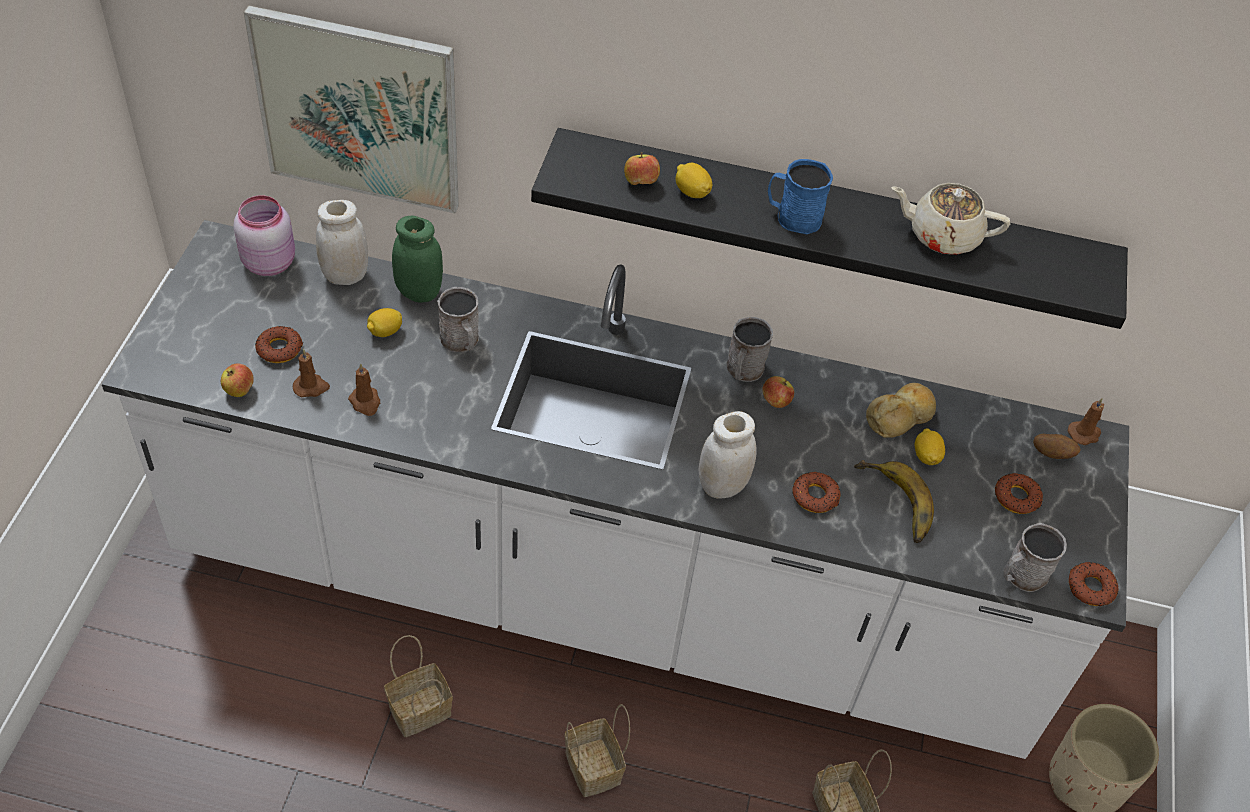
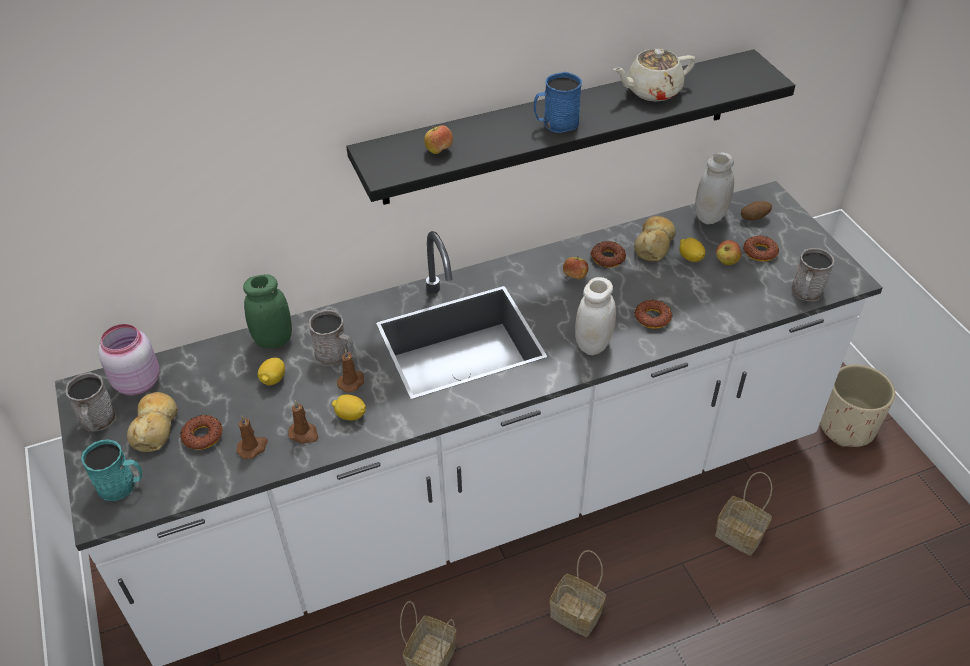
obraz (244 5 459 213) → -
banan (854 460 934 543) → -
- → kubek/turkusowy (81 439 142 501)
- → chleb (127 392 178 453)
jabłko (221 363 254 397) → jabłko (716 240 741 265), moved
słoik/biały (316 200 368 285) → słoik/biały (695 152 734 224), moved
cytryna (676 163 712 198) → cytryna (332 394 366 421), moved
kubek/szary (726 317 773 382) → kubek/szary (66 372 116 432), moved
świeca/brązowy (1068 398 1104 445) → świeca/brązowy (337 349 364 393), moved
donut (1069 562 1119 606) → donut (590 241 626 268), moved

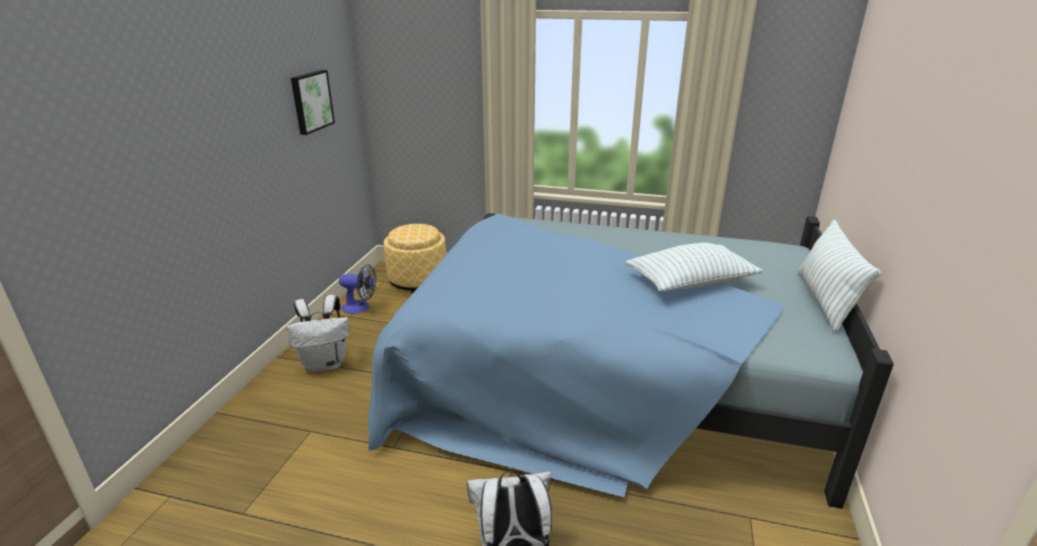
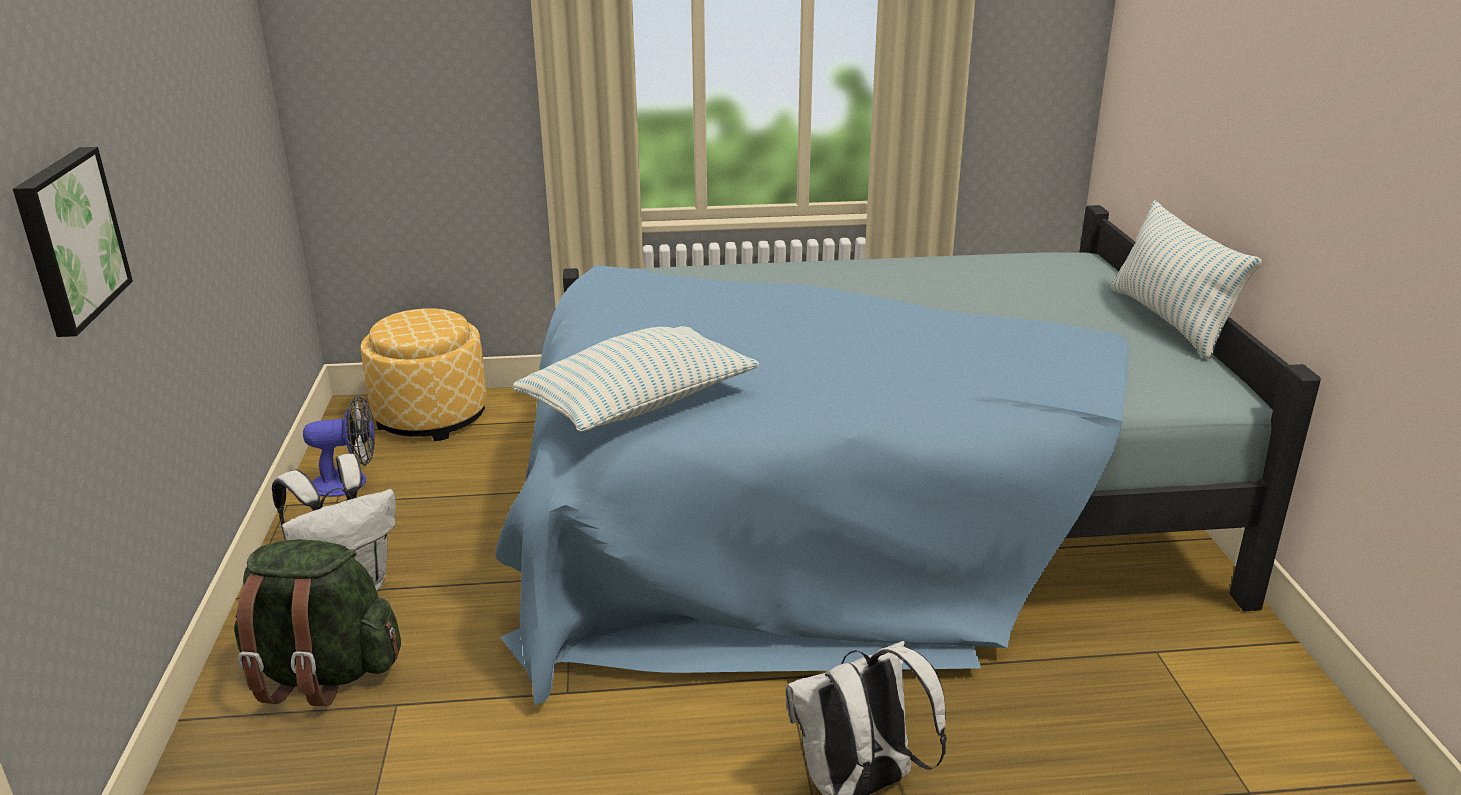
- → plecak/zielony (234 539 401 706)
obraz (291 70 335 135) → obraz (13 147 133 337), moved
poduszka (626 243 763 292) → poduszka (513 326 759 432), moved

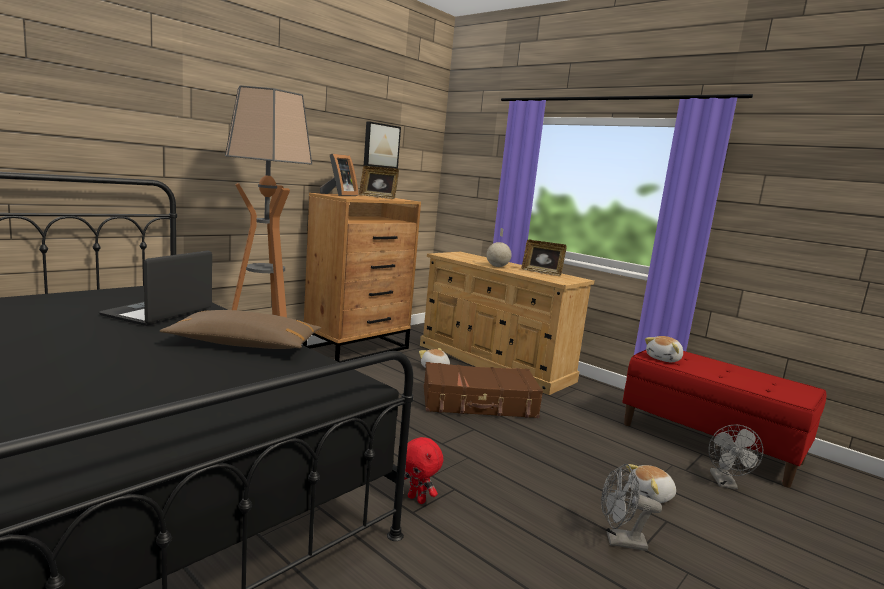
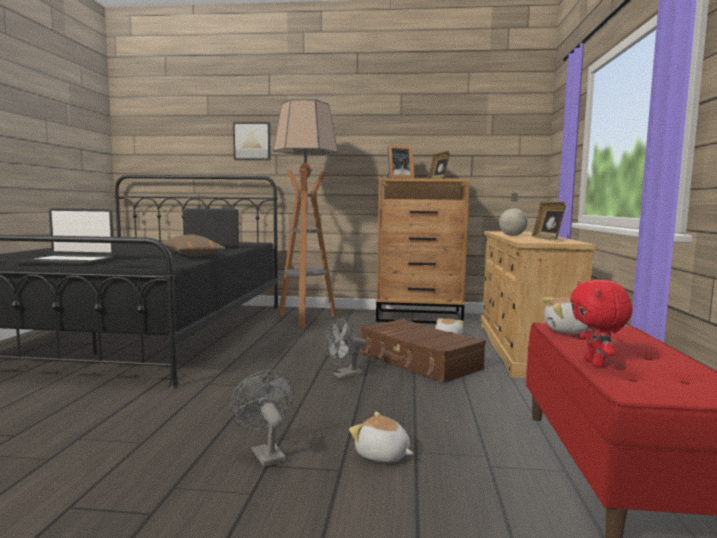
- → laptop (16 208 114 266)
obraz (364 121 401 169) → obraz (233 122 271 160), moved
pluszak/czerwony (404 437 443 504) → pluszak/czerwony (570 280 633 368), moved
wentylator/szary (708 425 763 489) → wentylator/szary (325 318 366 379), moved

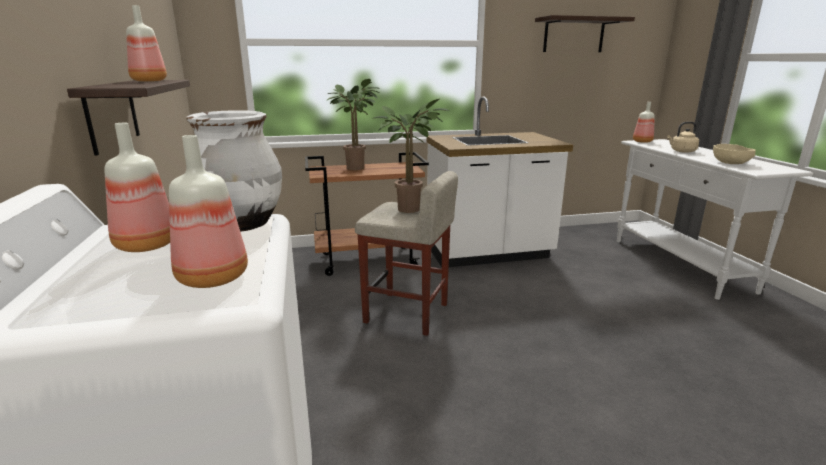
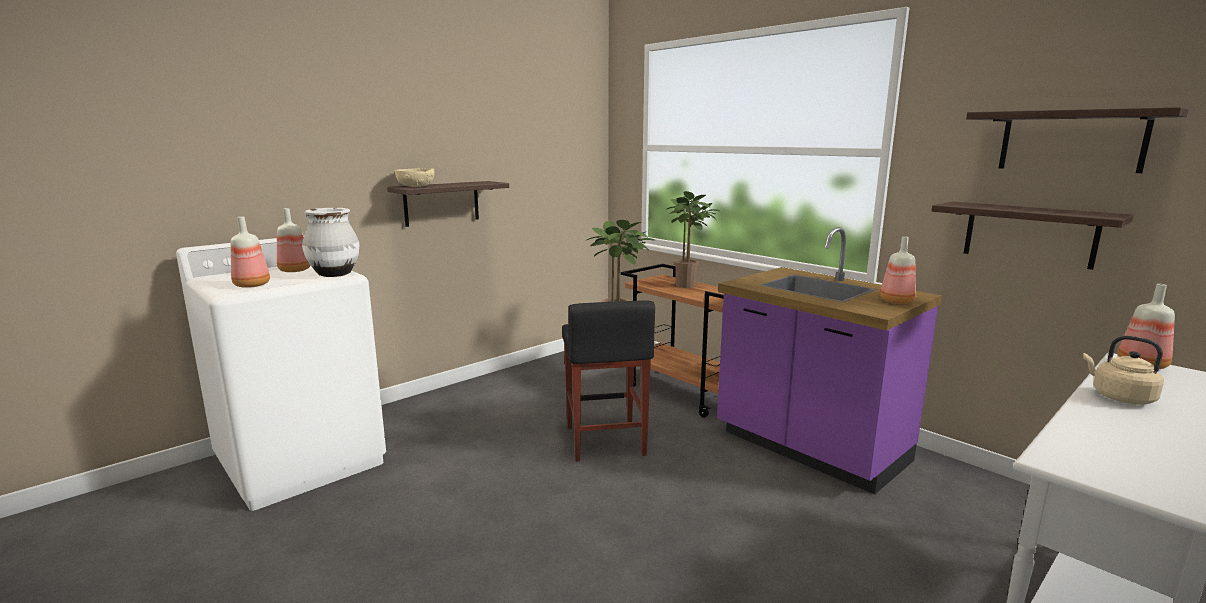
- → półka (932 202 1134 270)
butelka (126 5 167 82) → butelka (880 236 916 304), moved
miska/beżowy (713 144 756 164) → miska/beżowy (395 168 435 187), moved
stołek/beżowy (355 171 458 336) → stołek/czarny (562 301 655 462)
zabudowa kuchenna/biały (426 96 573 267) → zabudowa kuchenna/fioletowy (717 227 942 494)

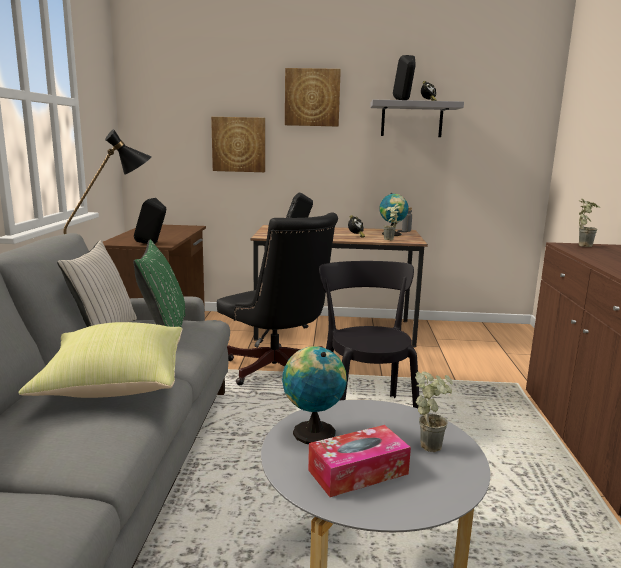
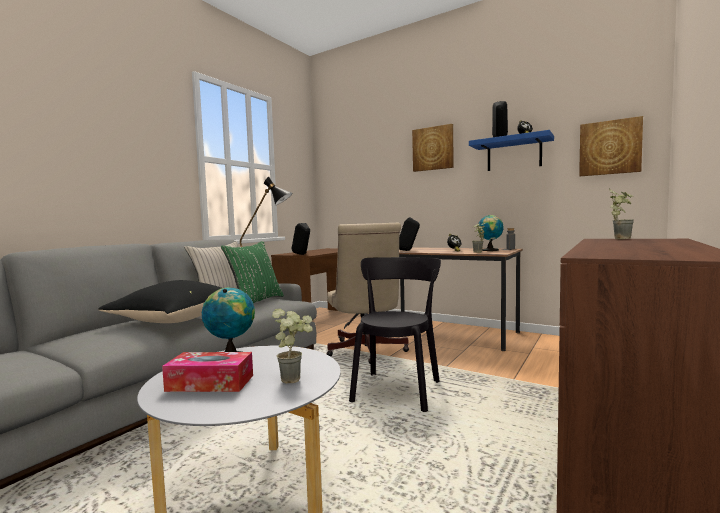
obraz (211 117 265 172) → obraz (579 116 643 176), moved
poduszka/żółty (19 322 183 398) → poduszka/czarny (98 280 222 323)
krzesło biurowe/czarny (217 213 338 385) → krzesło biurowe/beżowy (327 223 409 363)
półka/szary (370 100 464 137) → półka/niebieski (469 130 554 171)

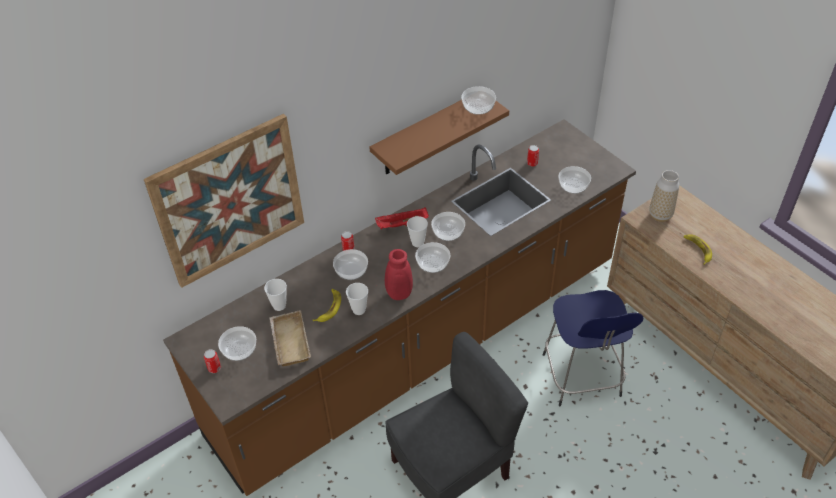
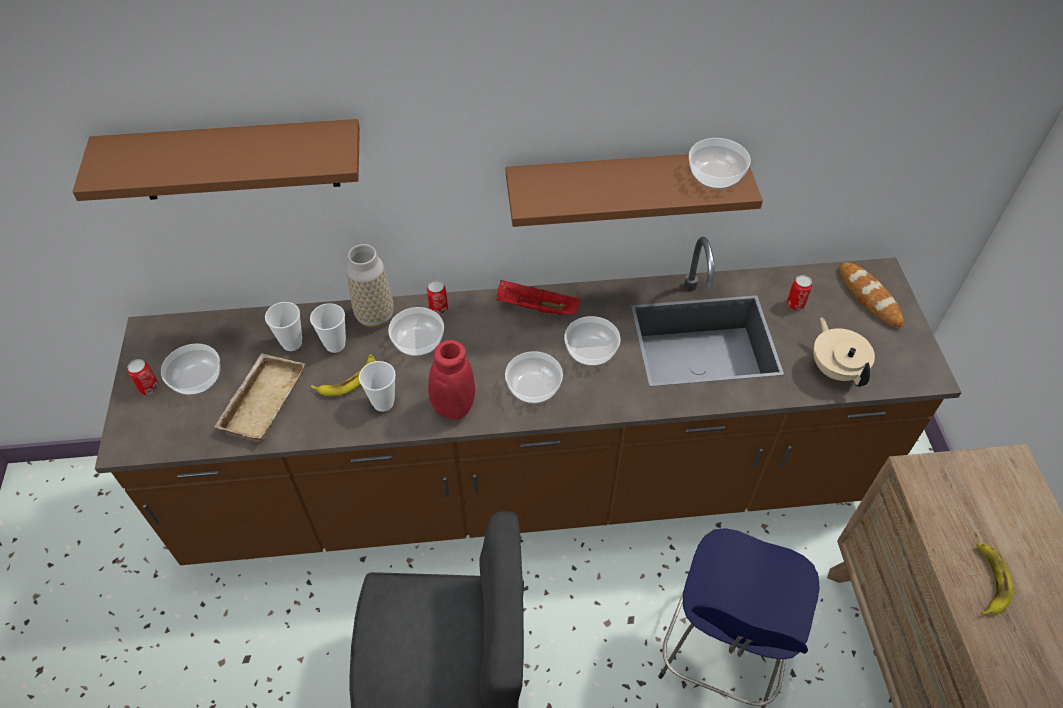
- → chleb (839 262 904 328)
filiżanka (407 216 428 247) → filiżanka (310 303 346 353), moved
wazon (649 170 679 222) → wazon (346 244 394 328), moved
obraz (144 114 304 288) → półka/brązowy (72 119 360 201)
miska (558 166 591 194) → imbryk/beżowy (813 317 875 387)

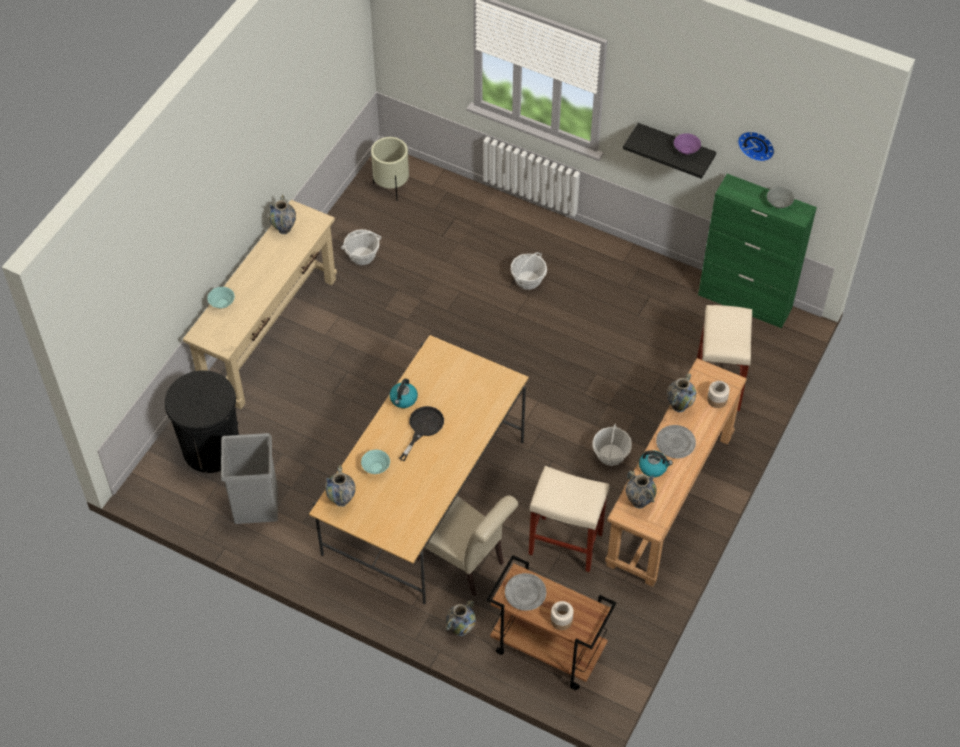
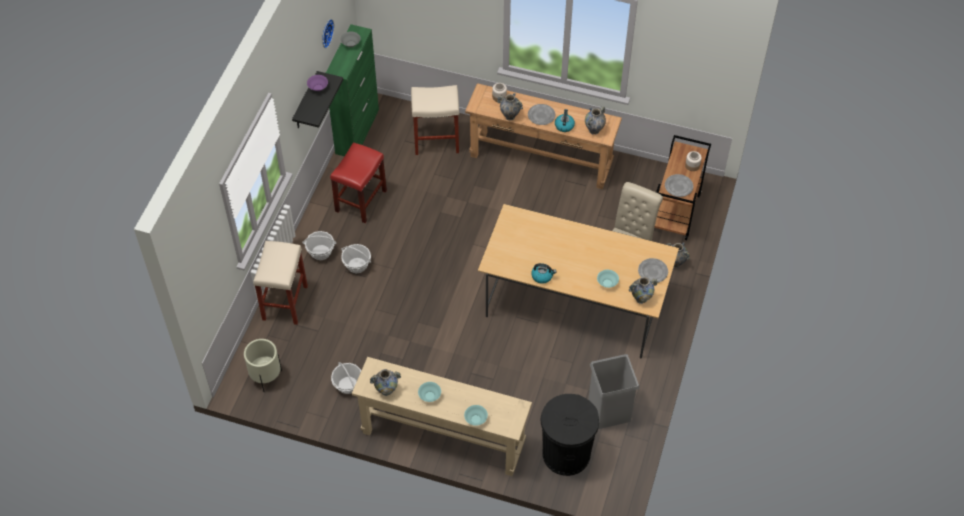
patelnia/czarny (399 406 444 461) → -
- → stołek/czerwony (330 142 387 223)
- → miska/turkusowy (418 382 441 402)
- → talerz/szary (638 258 668 283)
stołek/beżowy (529 466 610 572) → stołek/beżowy (253 241 308 325), moved
koszyk (592 424 632 466) → koszyk (302 231 337 260), moved

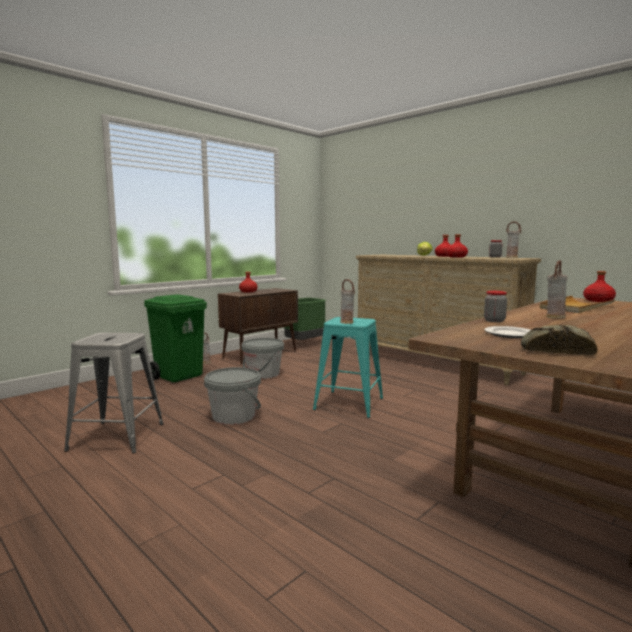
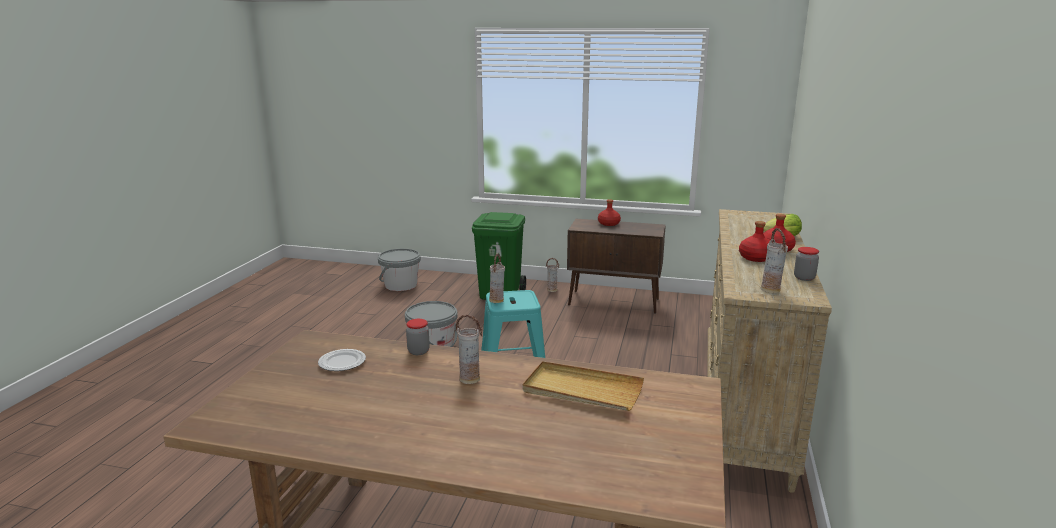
stołek/szary (64 333 164 454) → -
kosz na śmieci/zielony (284 298 325 340) → -
chleb (521 325 597 355) → -
butelka/czerwony (583 271 616 302) → -
wiadro/szary (241 338 284 379) → wiadro/szary (378 249 421 291), moved

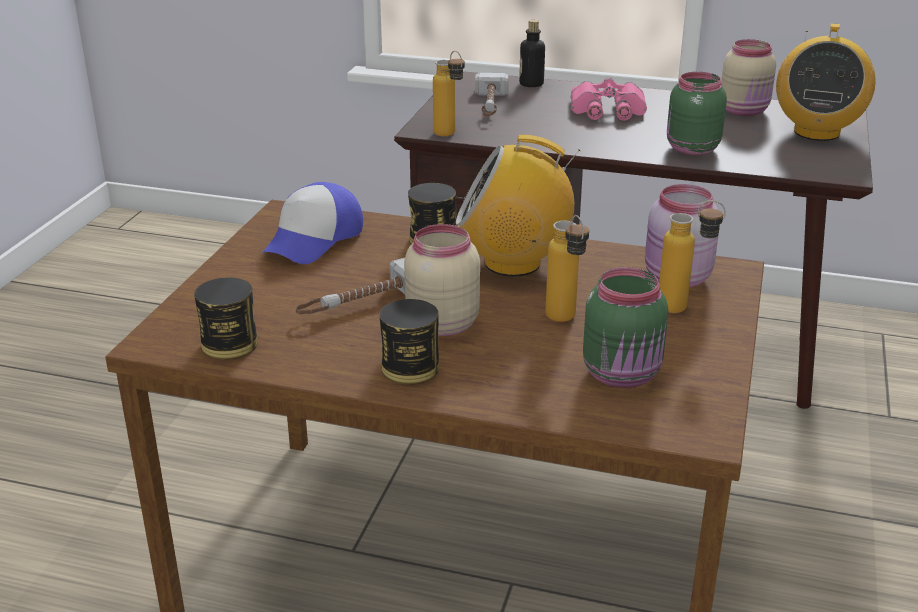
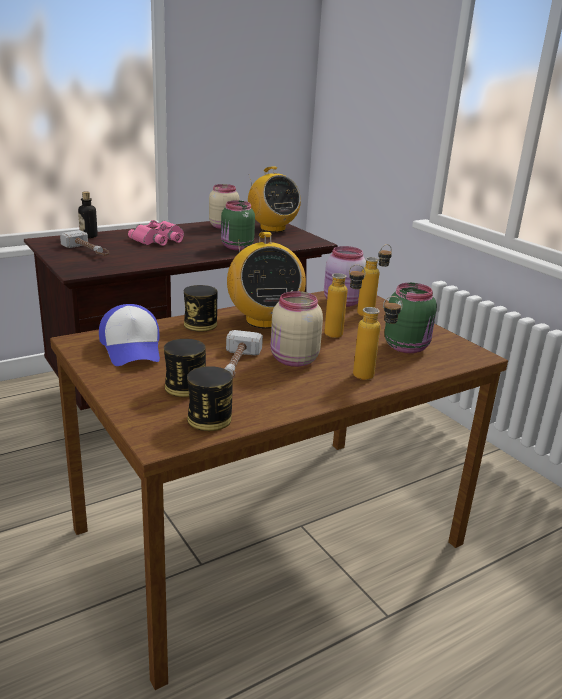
puszka (379 299 439 384) → puszka (164 339 206 397), moved
butelka (433 51 465 136) → butelka (353 296 403 380), moved
radio (456 135 580 276) → radio (227 232 306 329), 60 degrees counterclockwise

